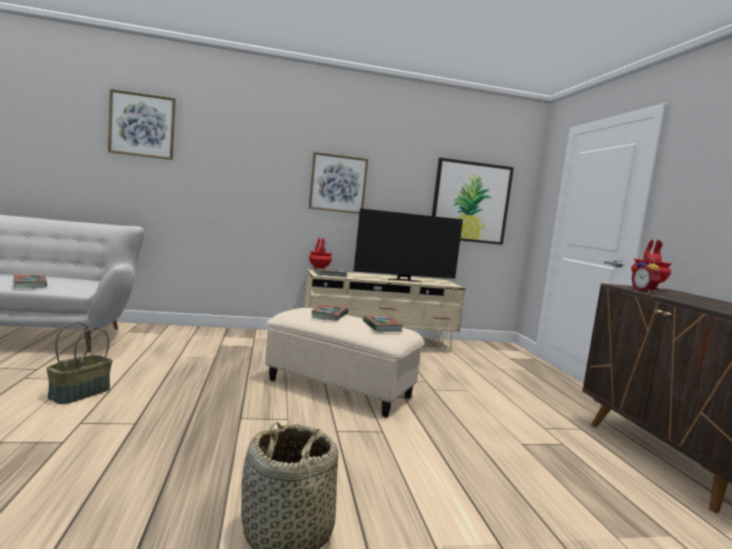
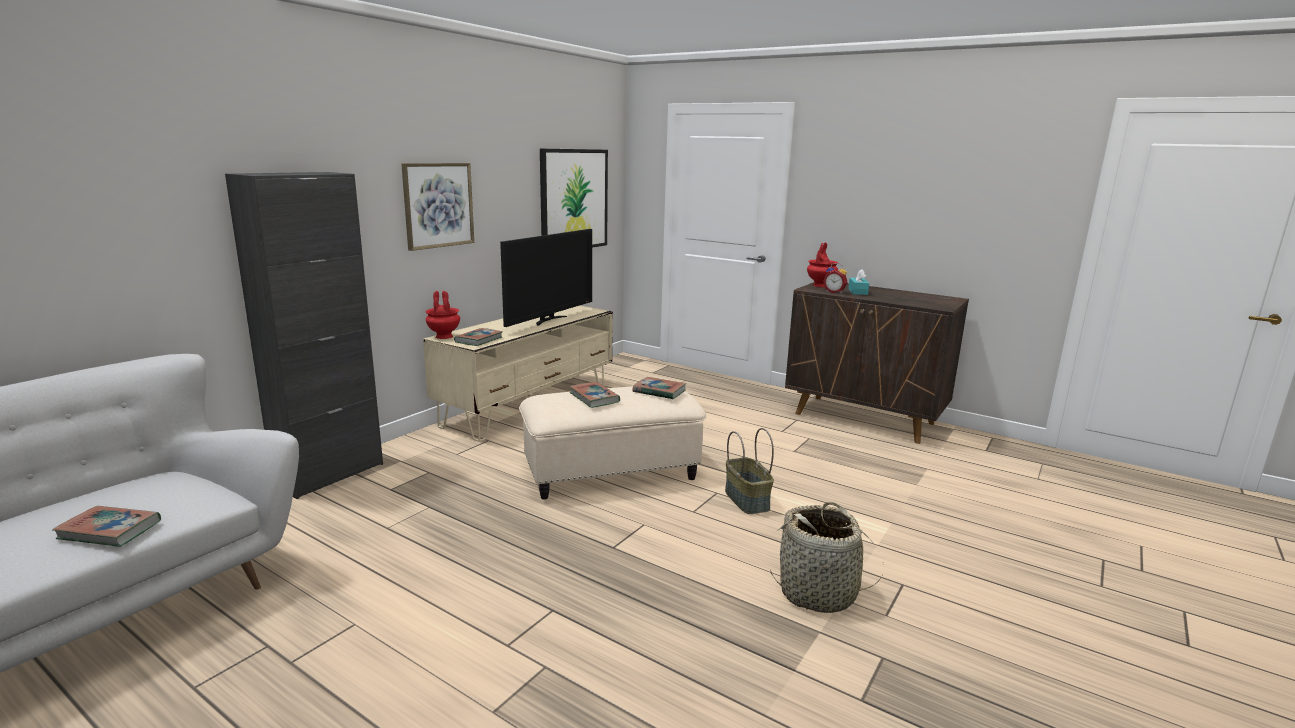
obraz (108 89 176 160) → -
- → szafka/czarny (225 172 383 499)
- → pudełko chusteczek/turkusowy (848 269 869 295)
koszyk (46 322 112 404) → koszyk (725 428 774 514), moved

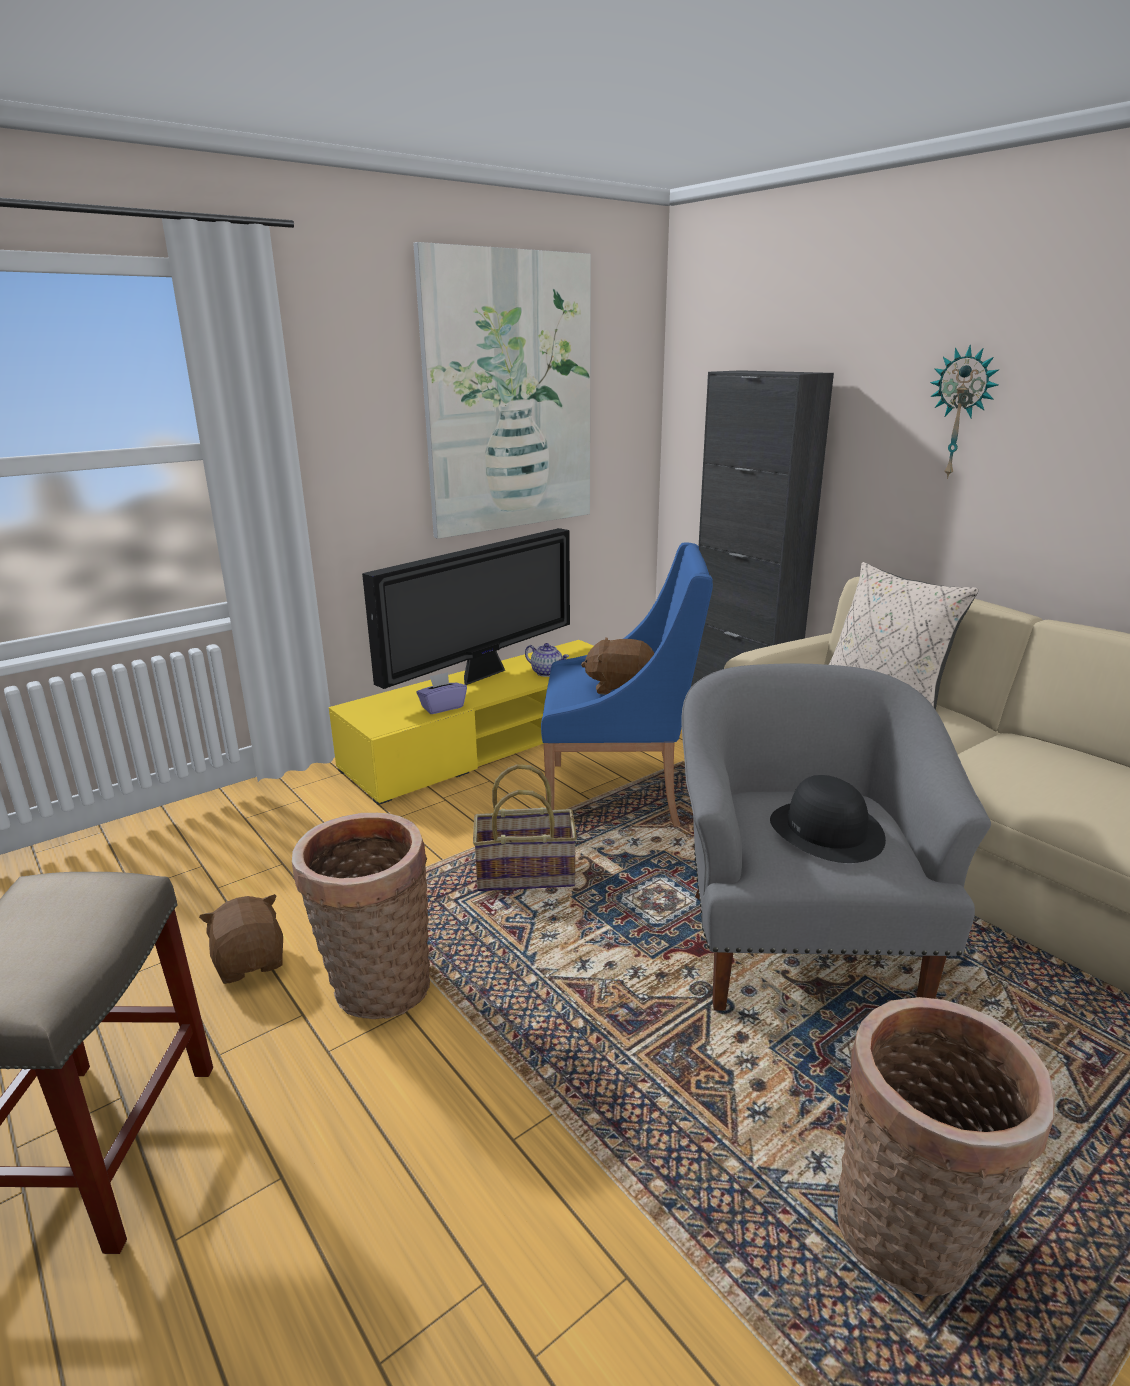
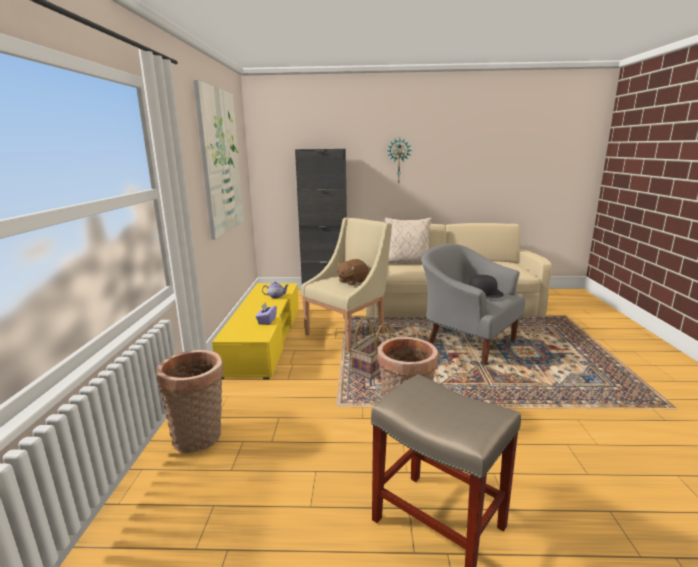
pluszak/brązowy (199 894 283 984) → -
telewizor (362 528 570 689) → -
koszyk (838 997 1055 1296) → koszyk (156 350 224 453), moved
fotel/niebieski (541 542 713 827) → fotel/beżowy (301 218 392 352)

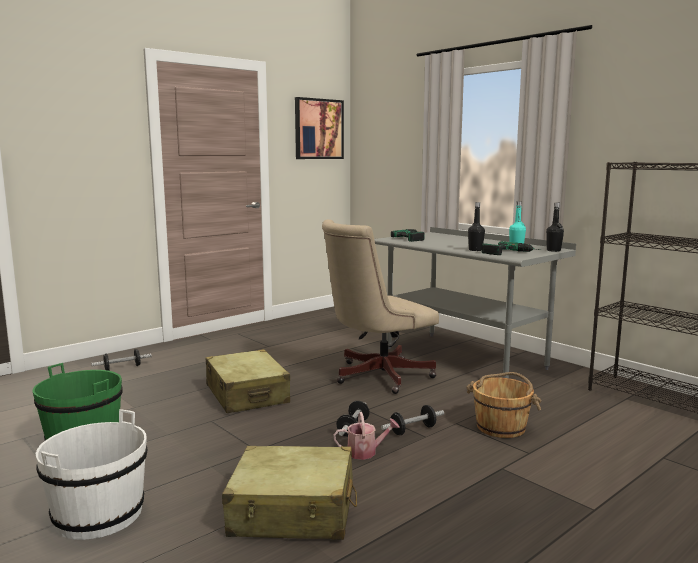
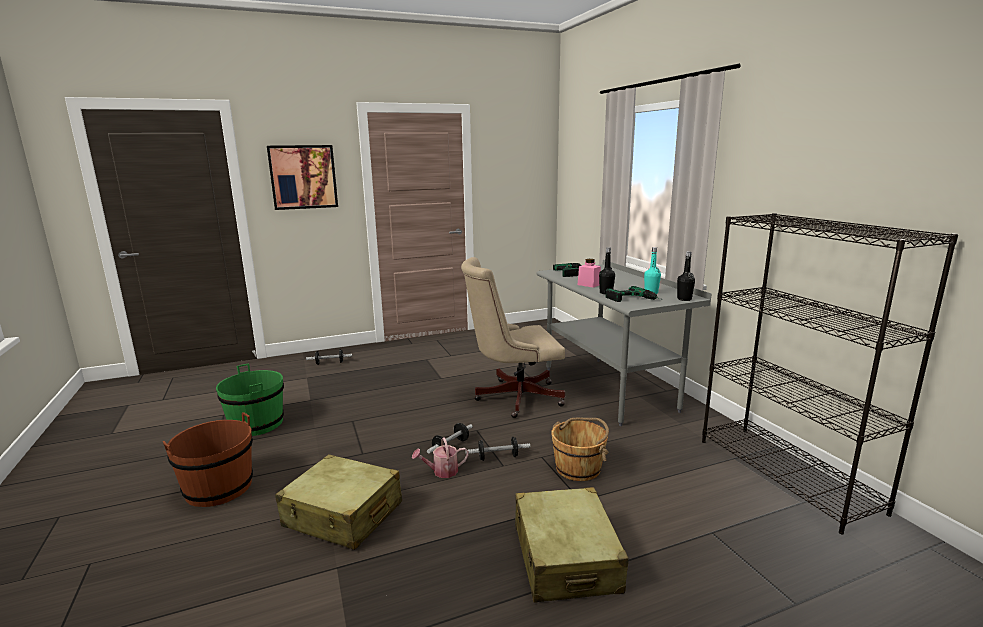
- → słoik/różowy (578 259 601 288)
walizka/beżowy (205 349 290 413) → walizka/beżowy (515 487 629 603), moved
obraz (295 97 344 159) → obraz (267 145 338 210), moved
wiadro/biały (35 409 147 540) → wiadro/brązowy (163 412 253 507)
konewka (334 412 400 460) → konewka (412 437 469 478), 150 degrees clockwise

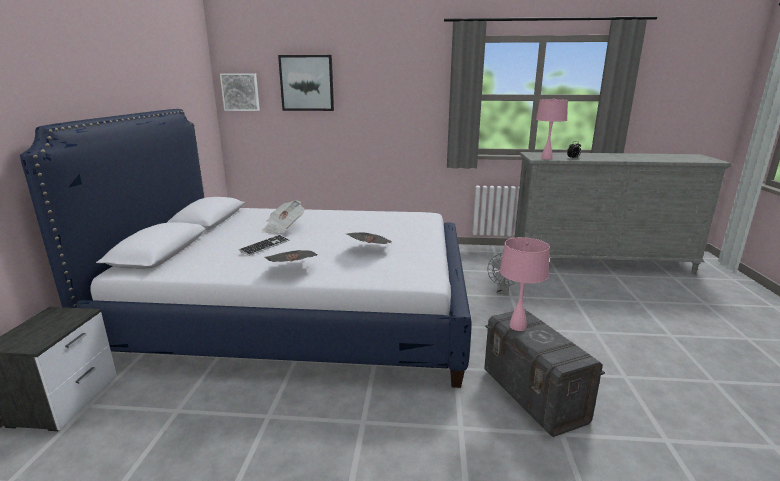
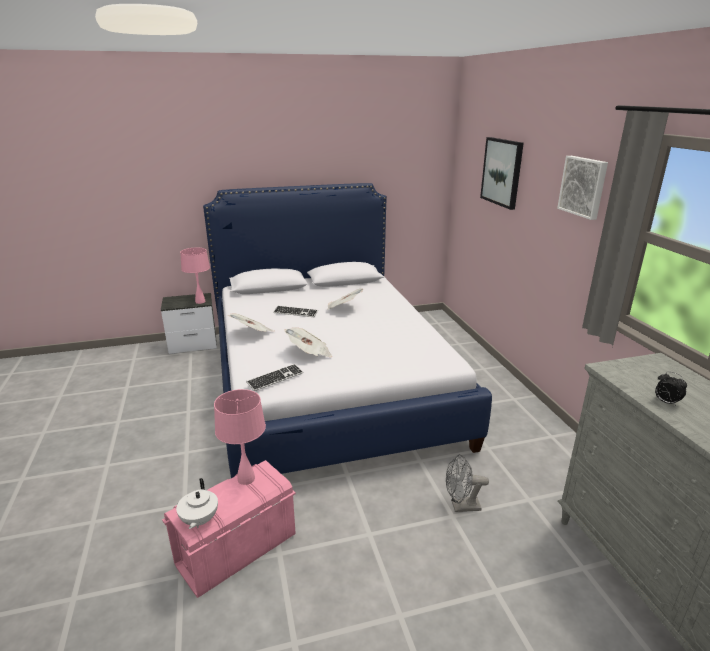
- → imbryk/biały (176 478 218 529)
- → klawiatura (246 364 304 391)
obraz (220 74 260 111) → obraz (557 156 608 220), moved
lampa stołowa/różowy (536 98 568 160) → lampa stołowa/różowy (180 248 210 304), moved
pojemnik do przechowywania/szary (484 309 605 437) → pojemnik do przechowywania/różowy (162 460 296 598)

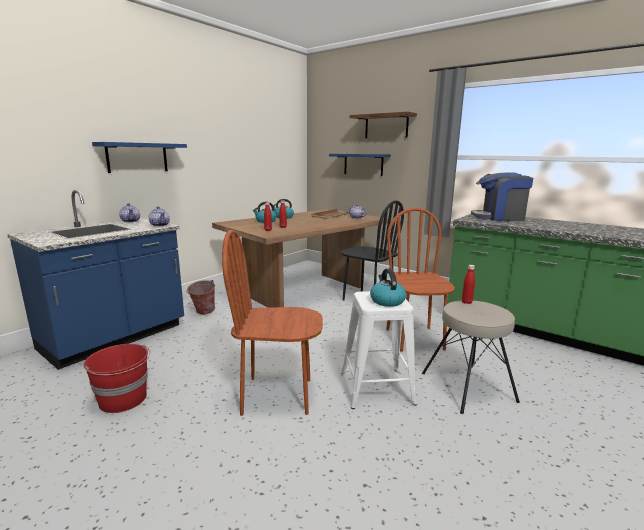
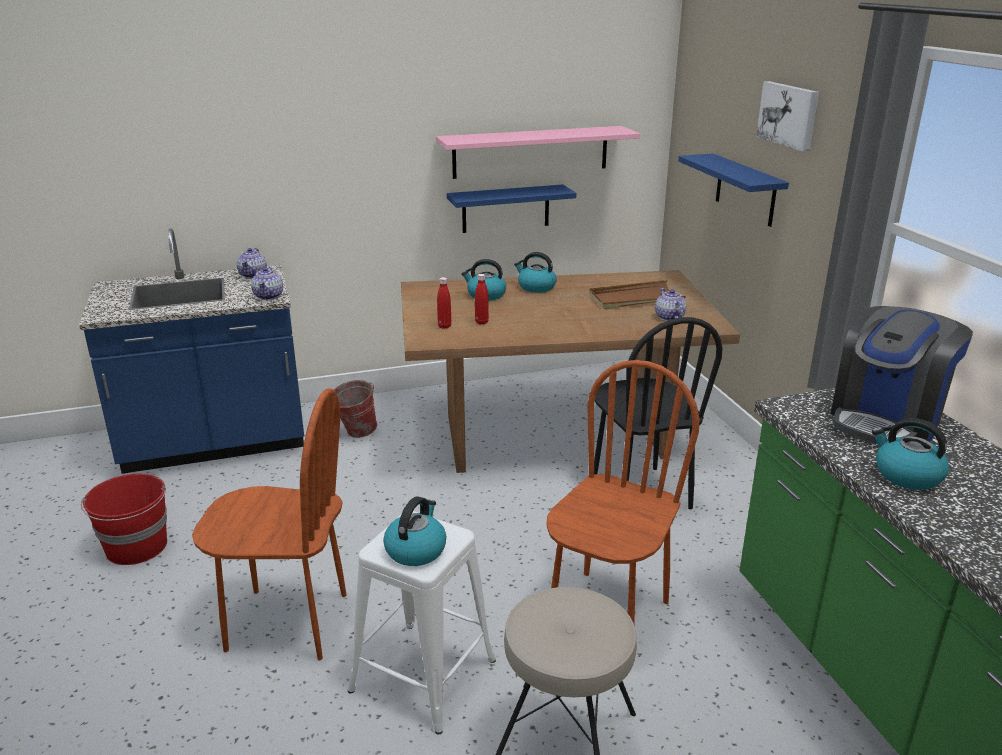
butelka/czerwony (462 265 475 304) → -
- → półka/różowy (436 126 640 179)
- → czajnik (872 418 949 490)
półka/niebieski (92 142 187 173) → półka/niebieski (447 184 576 233), moved
półka/brązowy (350 112 417 138) → obraz (756 81 819 152)
krzesło/brązowy (222 230 323 416) → krzesło/brązowy (192 388 347 661), 150 degrees clockwise
ekspres do kawy (471 173 533 221) → ekspres do kawy (831 306 973 444), 90 degrees counterclockwise

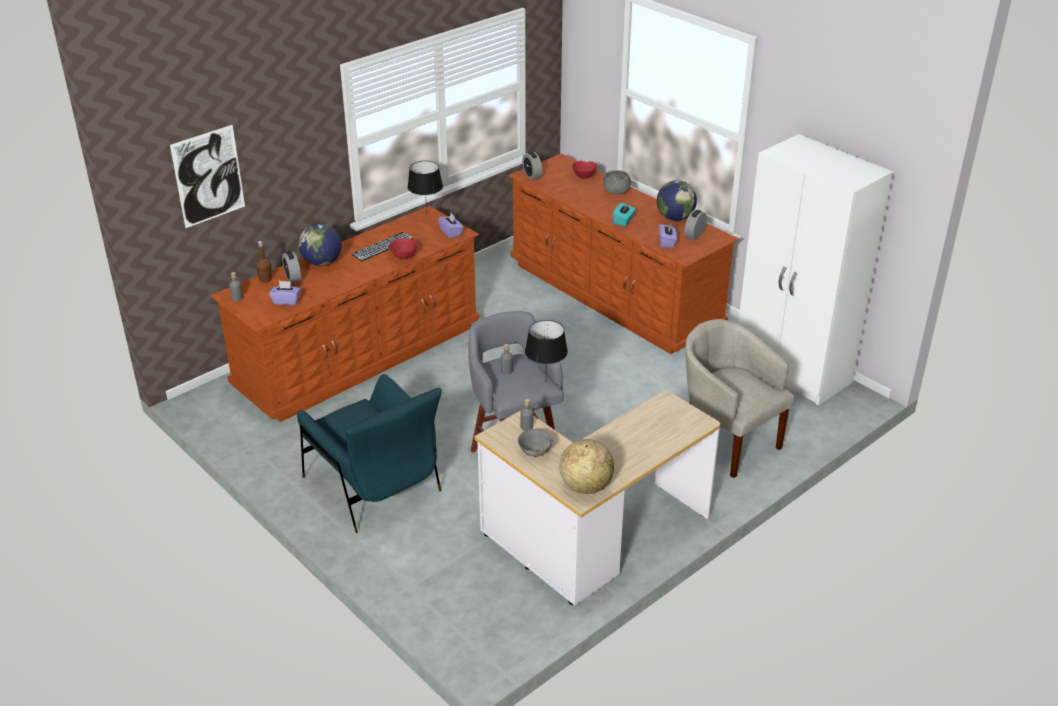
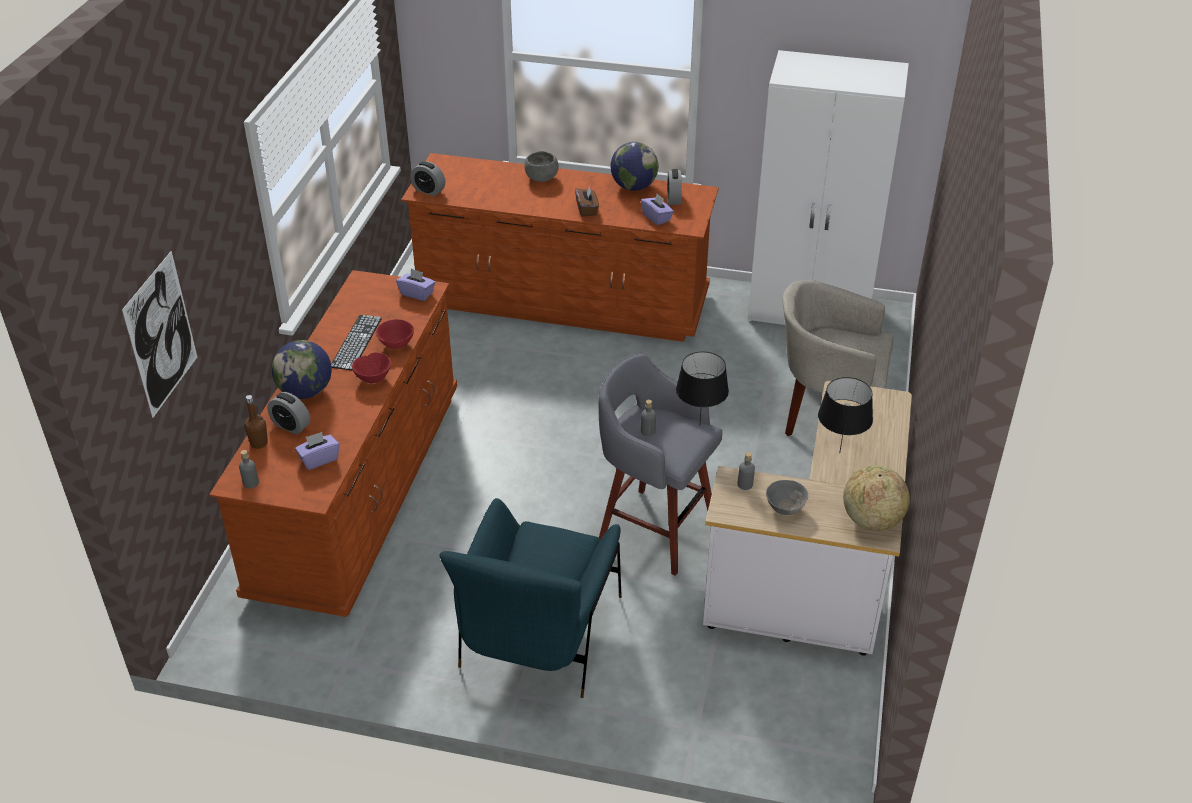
lampa stołowa/czarny (408 161 443 213) → lampa stołowa/czarny (818 377 873 454), moved
miska/czerwony (572 161 598 178) → miska/czerwony (352 352 391 383), moved
pudełko chusteczek/turkusowy (612 202 636 226) → pudełko chusteczek/brązowy (575 186 599 217)
fotel/niebieski (297 374 442 533) → fotel/niebieski (440 498 622 698), 90 degrees clockwise

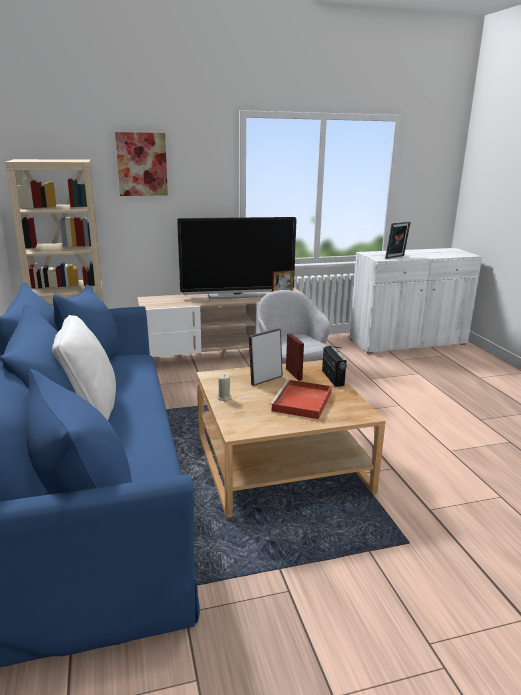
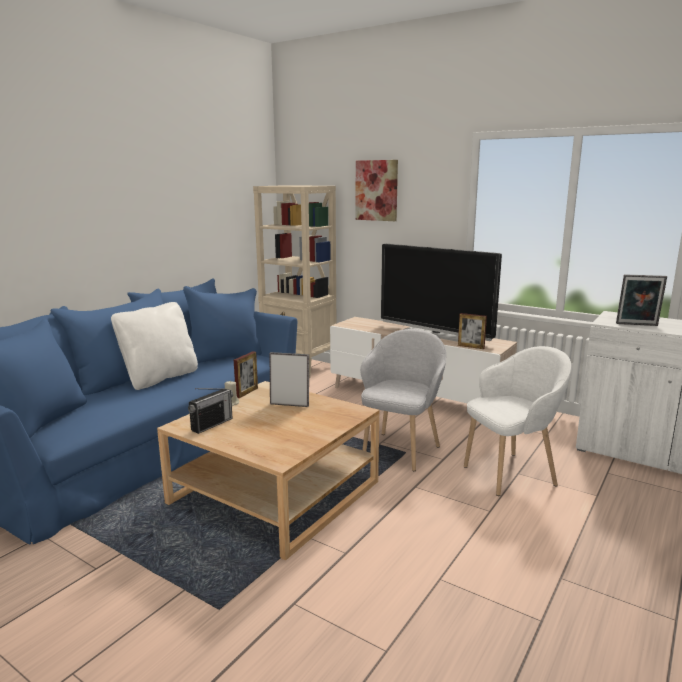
taca/czerwony (269 380 332 419) → -
- → fotel/biały (464 346 572 496)
ramka na zdjęcie (286 333 304 381) → ramka na zdjęcie (234 351 258 398), moved
radio (322 345 347 387) → radio (188 388 233 434), moved

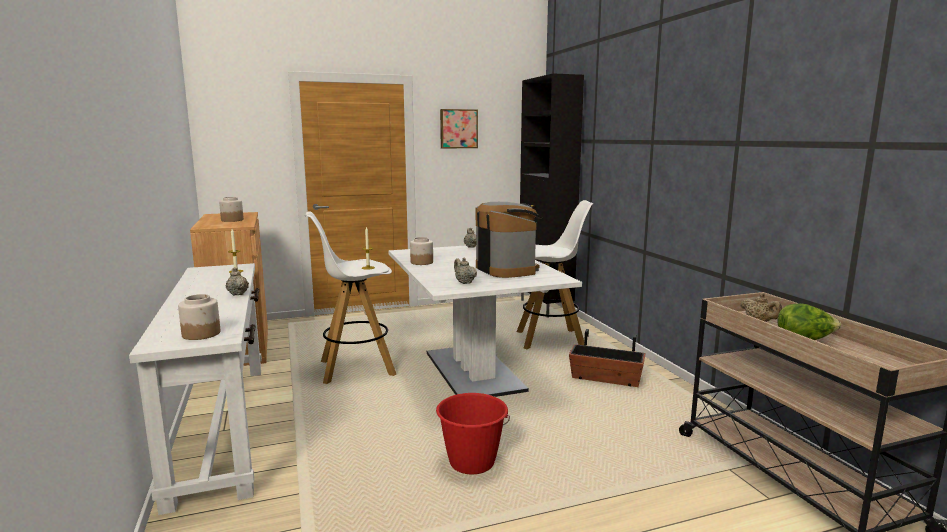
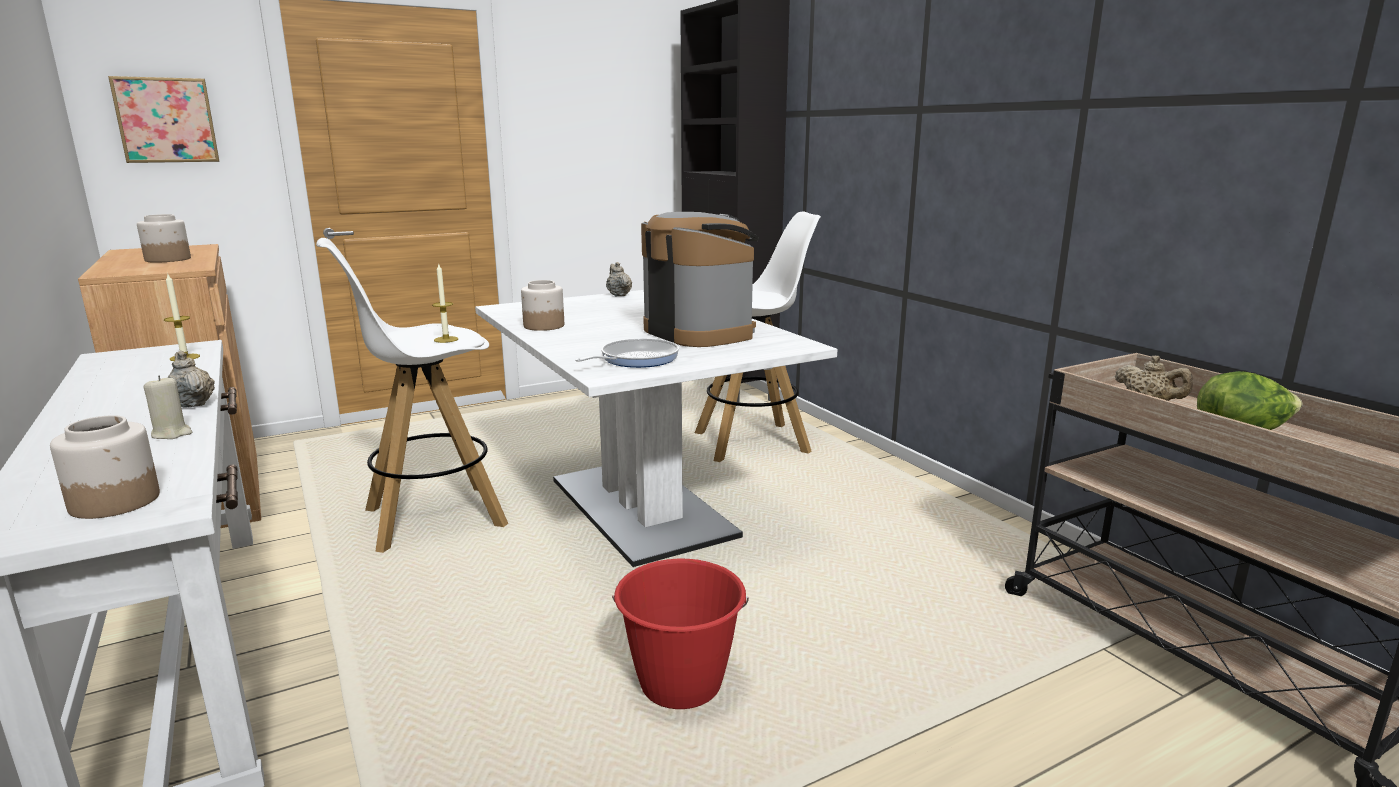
donica (569 329 646 387) → -
- → świeca/beżowy (144 375 192 439)
obraz (440 109 478 148) → obraz (108 76 219 163), moved
imbryk/beżowy (454 258 477 284) → patelnia (575 339 679 368)

